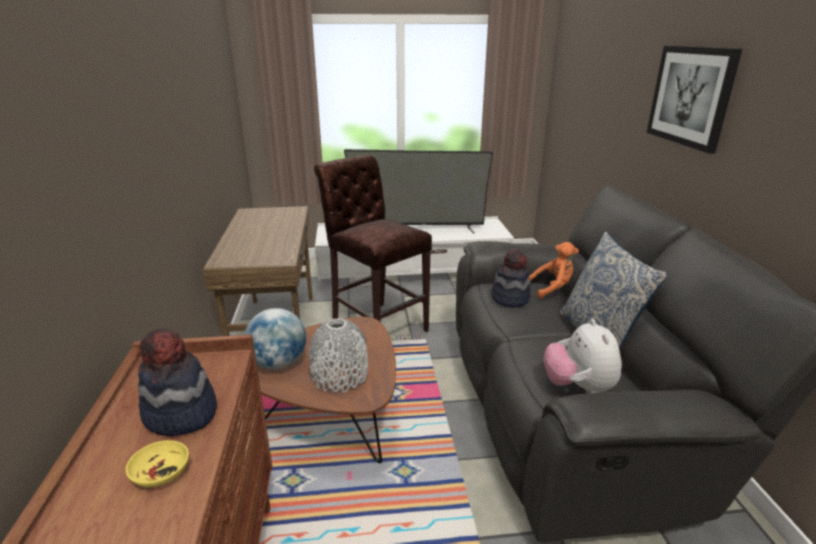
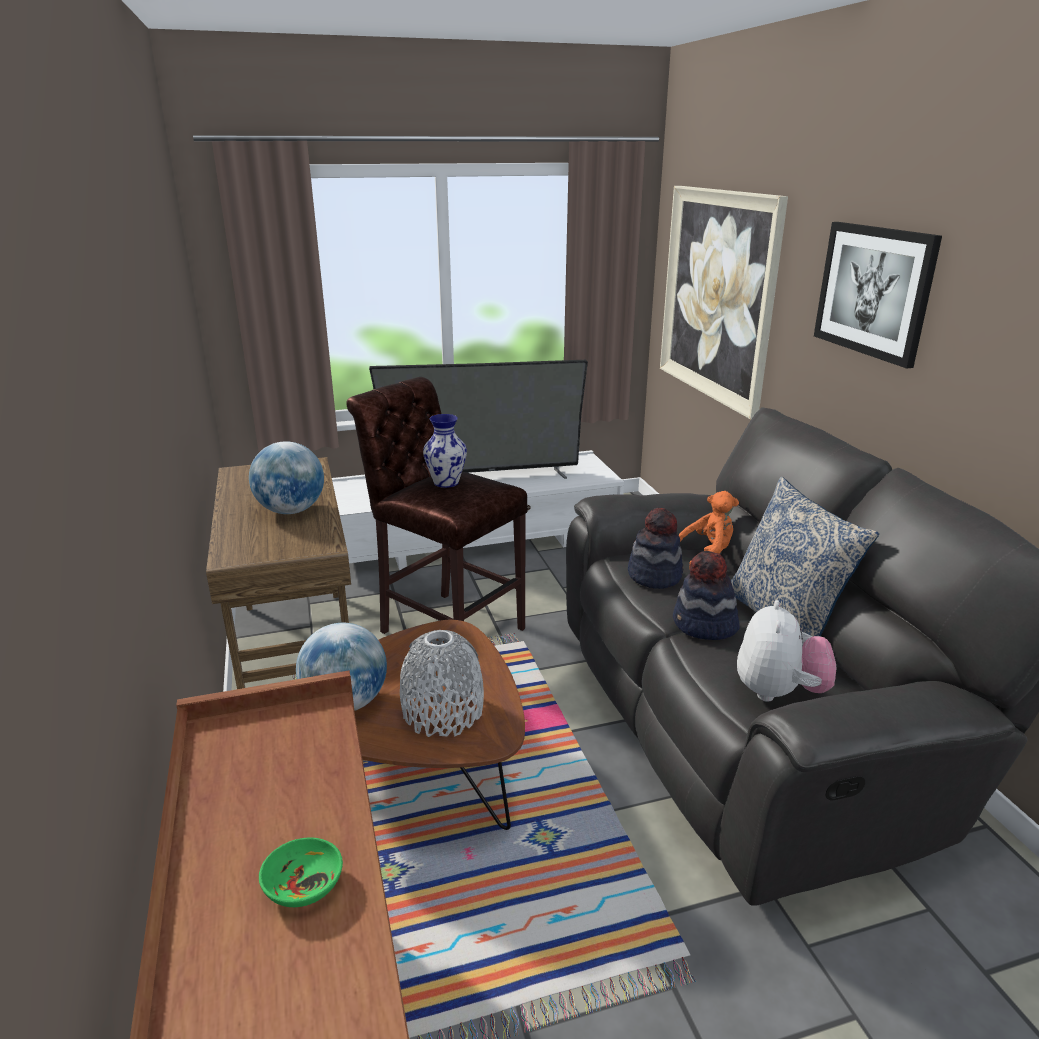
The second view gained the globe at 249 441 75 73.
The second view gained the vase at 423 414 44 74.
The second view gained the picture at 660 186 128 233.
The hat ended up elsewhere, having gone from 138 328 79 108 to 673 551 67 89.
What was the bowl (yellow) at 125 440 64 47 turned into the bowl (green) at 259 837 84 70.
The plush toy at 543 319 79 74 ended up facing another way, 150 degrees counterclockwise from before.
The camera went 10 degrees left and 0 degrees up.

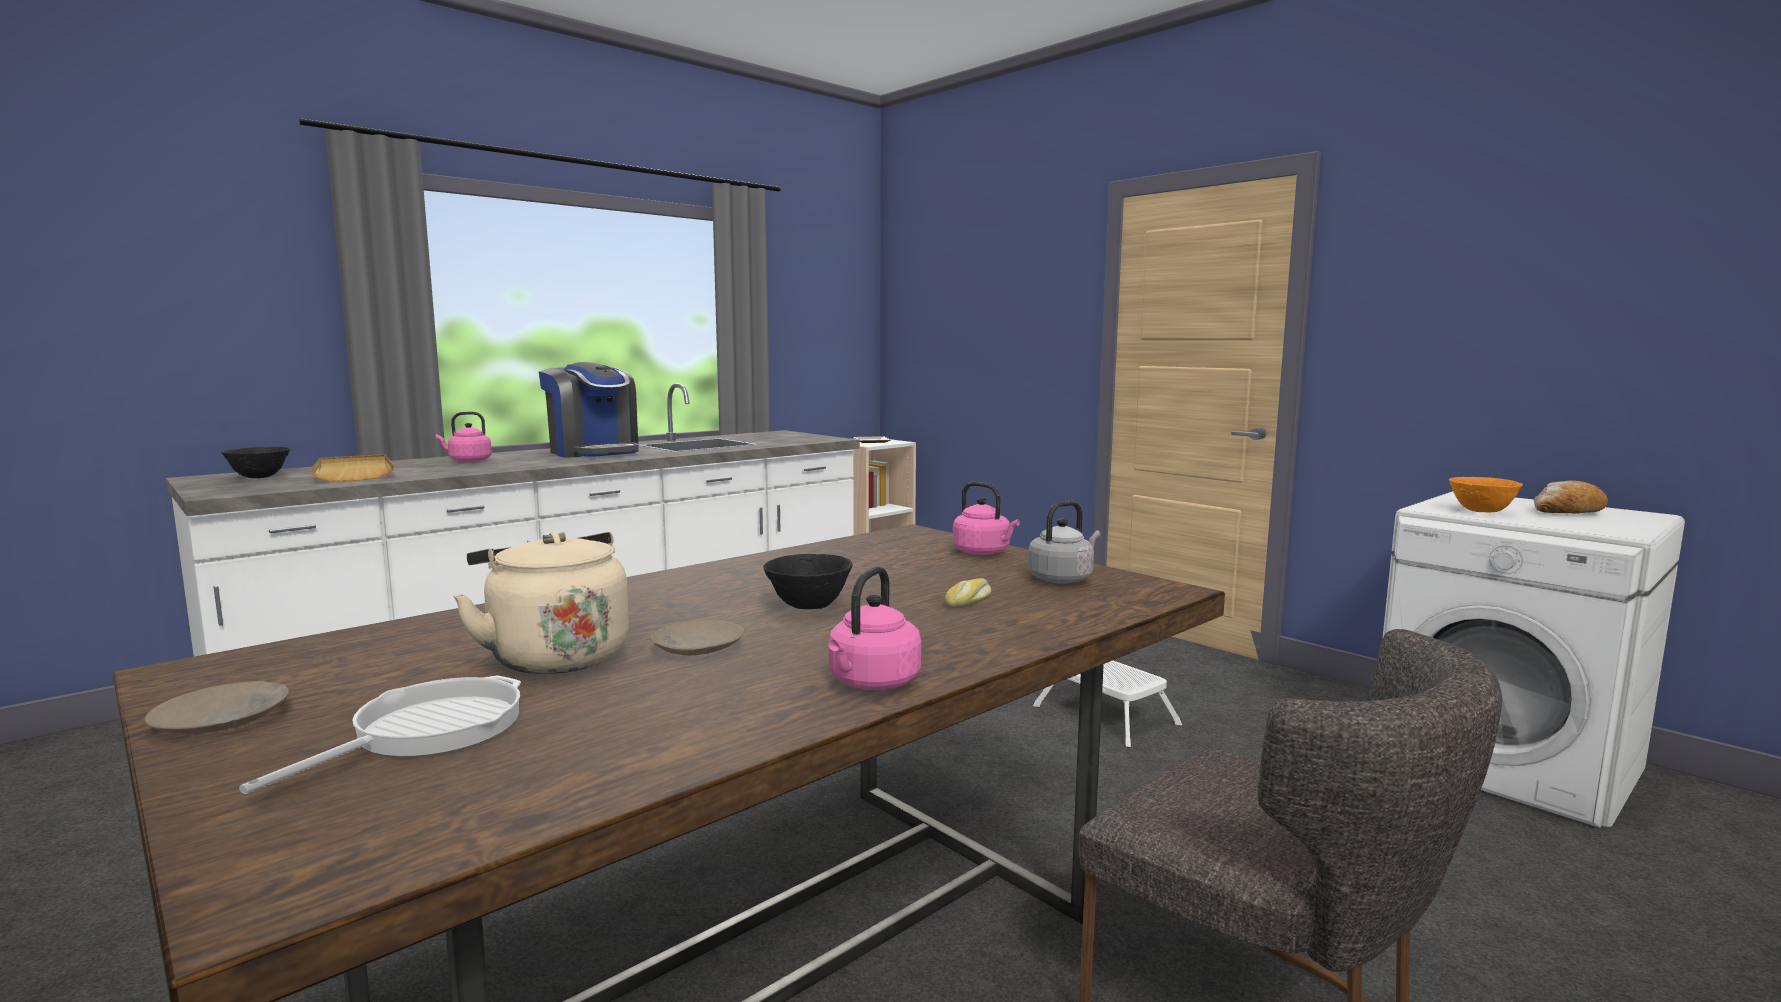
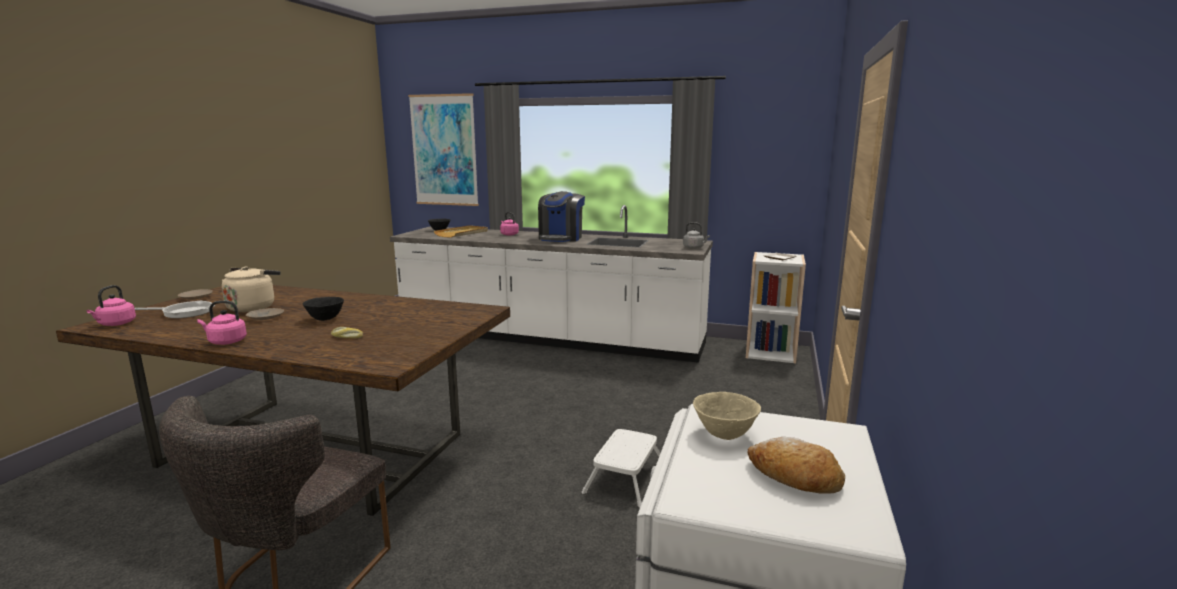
The second view gained the picture at 408 93 71 113.
The kettle (pink) ended up elsewhere, having gone from 953 482 67 73 to 87 285 49 41.
The kettle (grey) ended up elsewhere, having gone from 1028 501 73 83 to 683 222 27 27.
What was the bowl (orange) at 1449 477 73 35 turned into the bowl (beige) at 693 392 68 48.
The camera went 60 degrees right and 5 degrees up.

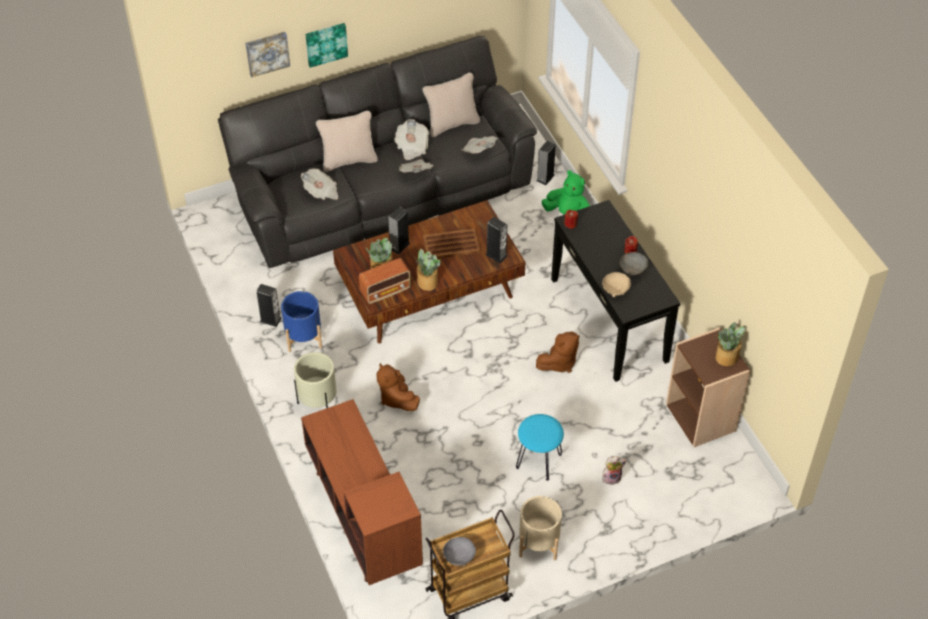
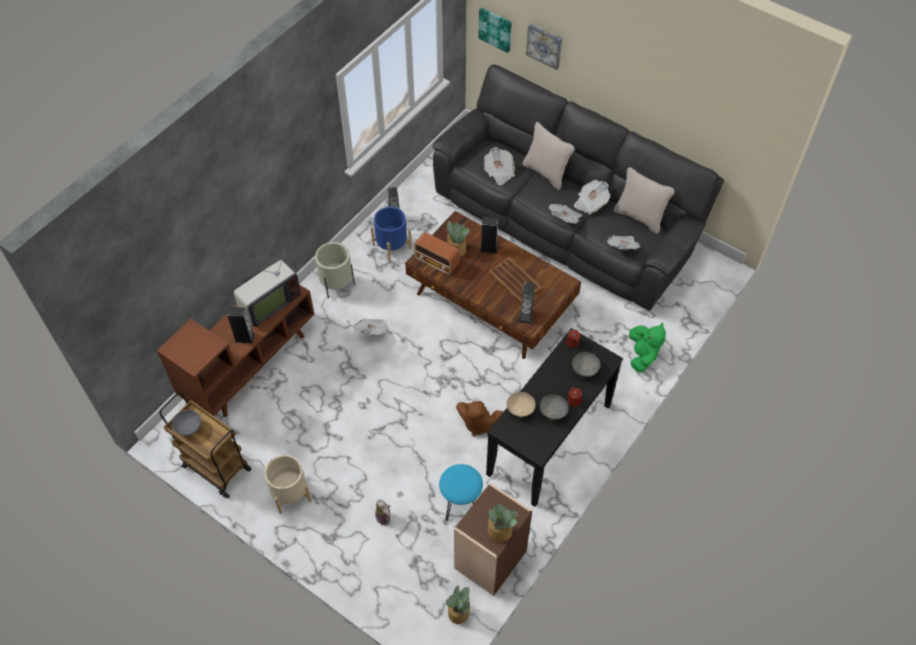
The second view gained the television at 233 246 68 81.
The second view gained the bowl (grey) at 572 352 28 25.
The picture ended up elsewhere, having gone from 305 23 43 45 to 478 8 34 45.
The potted plant ended up elsewhere, having gone from 414 249 27 42 to 446 585 24 39.
The stool (turquoise) ended up elsewhere, having gone from 516 414 48 67 to 439 464 44 57.
The speaker ended up elsewhere, having gone from 536 141 20 44 to 227 307 28 36.
Where the plush toy (brown) stood at 376 363 44 48, the newspaper came to stand at 353 318 34 17.
The camera went 60 degrees right and 5 degrees up.

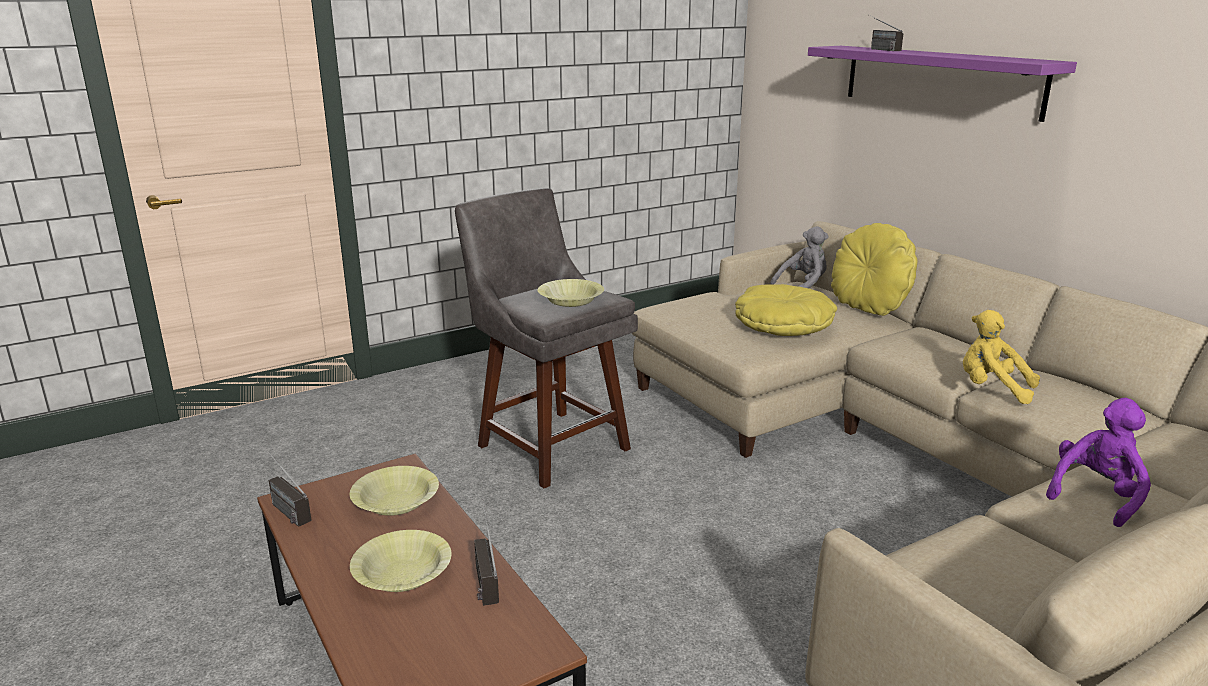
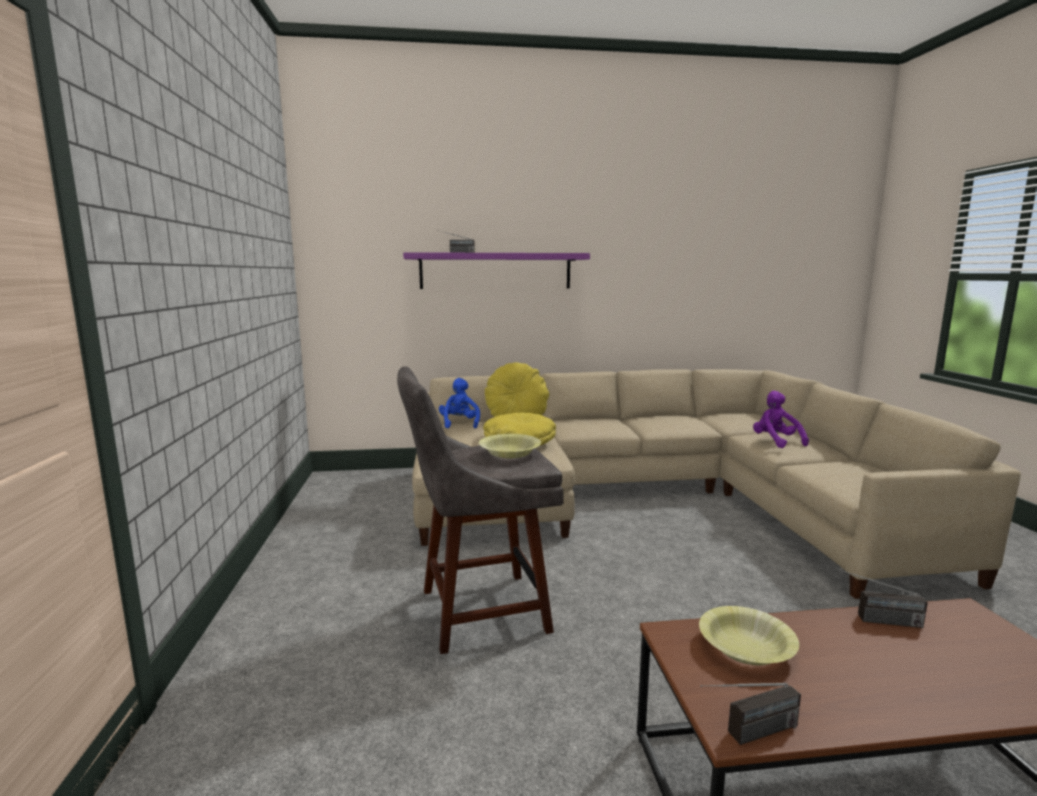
The second view lost the bowl (yellow) at 350 530 102 62.
The second view lost the plush toy (yellow) at 963 310 77 94.
What was the plush toy (grey) at 770 226 59 62 turned into the plush toy (blue) at 439 378 41 50.
The camera went 65 degrees left and 10 degrees down.

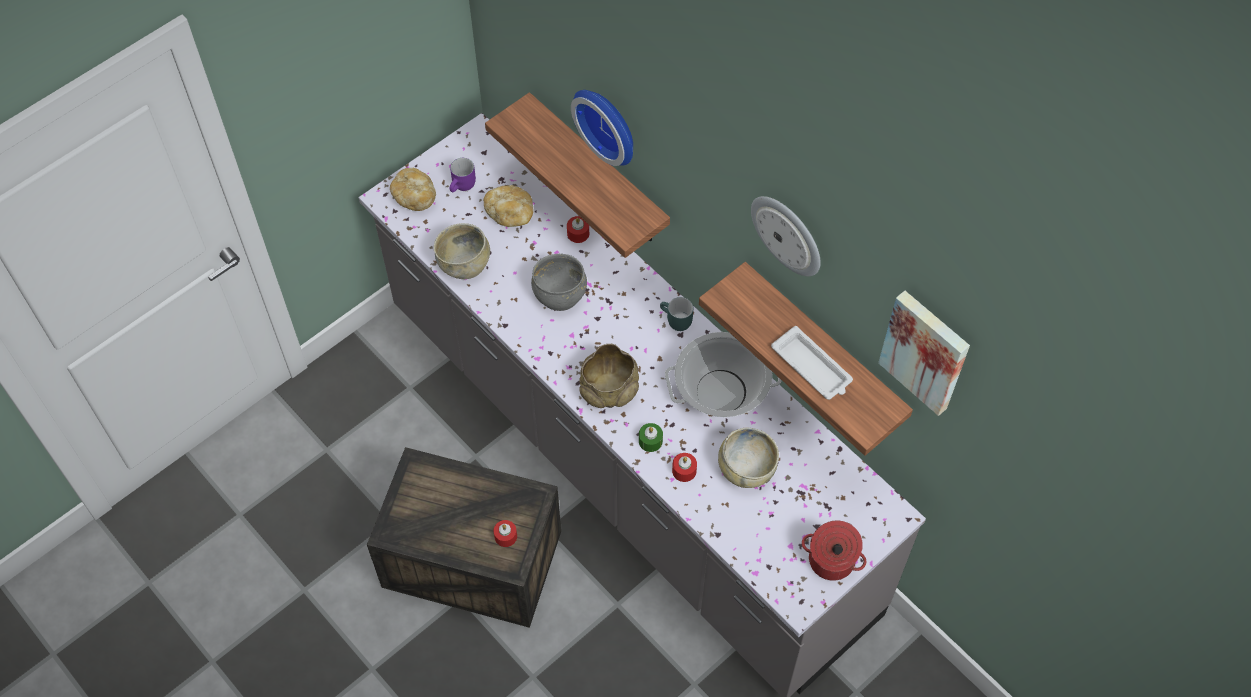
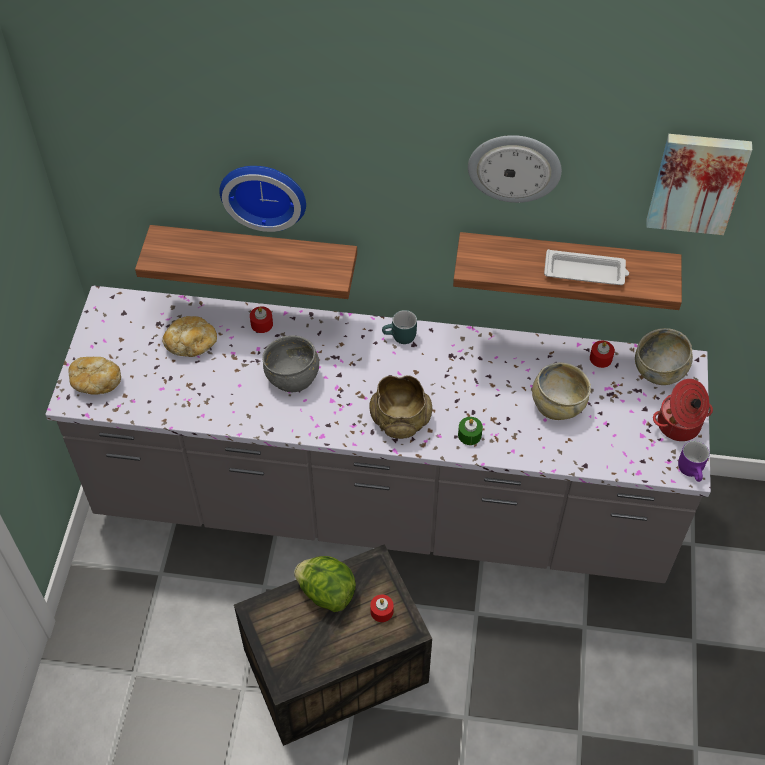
The second view lost the cooking pot at 665 332 117 85.
The second view gained the lettuce at 294 556 62 56.
The bowl (beige) ended up elsewhere, having gone from 434 223 56 56 to 635 328 58 57.
The mug (purple) ended up elsewhere, having gone from 450 158 26 34 to 678 441 31 41.
The candle (red) ended up elsewhere, having gone from 672 453 25 29 to 590 341 25 27.
The camera went 40 degrees left and 5 degrees down.

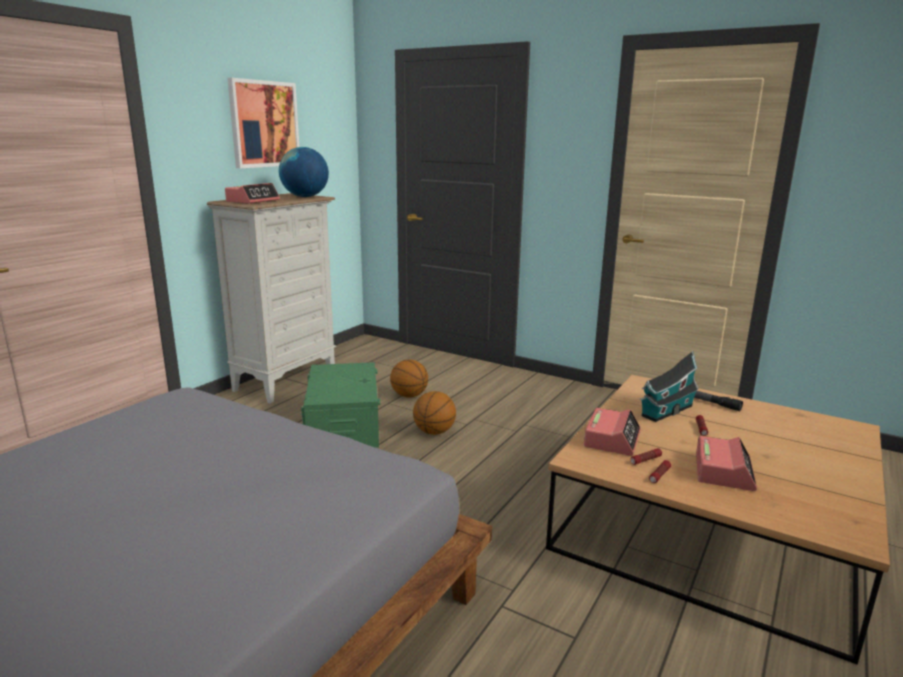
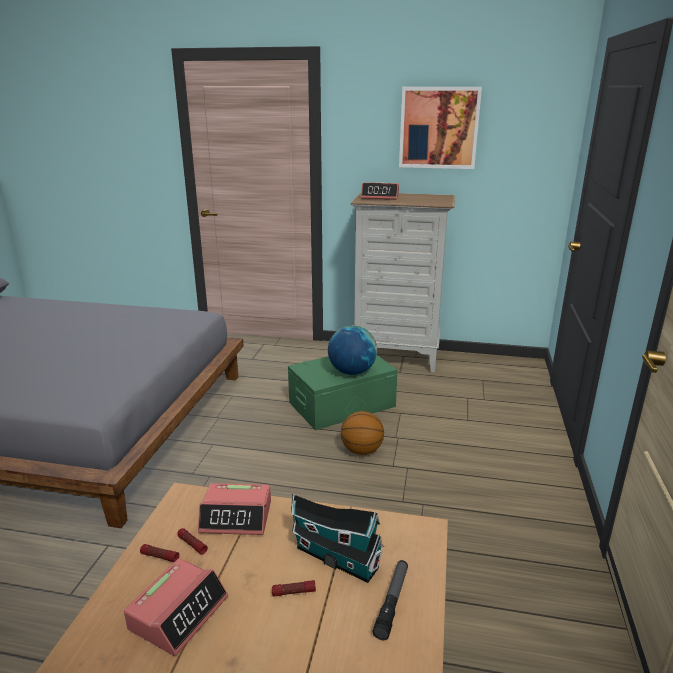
The second view lost the basketball at 390 360 38 37.
The globe ended up elsewhere, having gone from 279 147 50 50 to 328 325 49 50.
The alarm clock at 696 436 61 55 ended up facing another way, 60 degrees counterclockwise from before.
The camera went 70 degrees right and 5 degrees up.

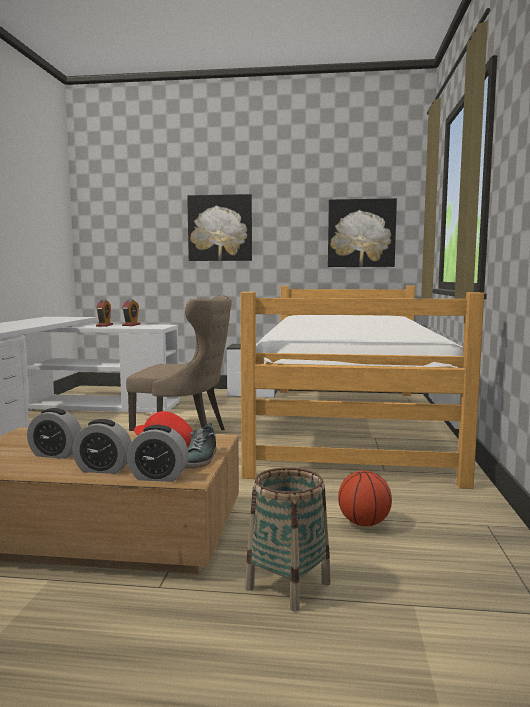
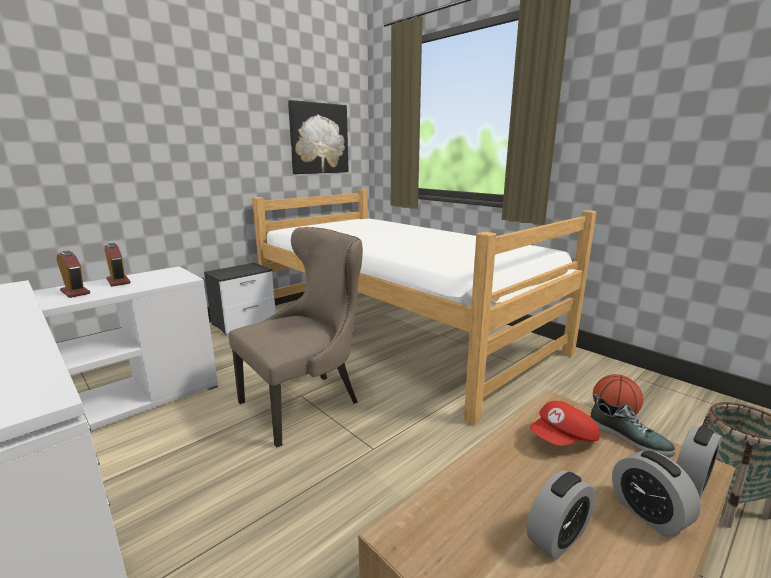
The second view lost the picture at 187 194 65 67.
The alarm clock at 72 419 60 55 ended up facing another way, 105 degrees clockwise from before.
The camera went 50 degrees left and 10 degrees up.

